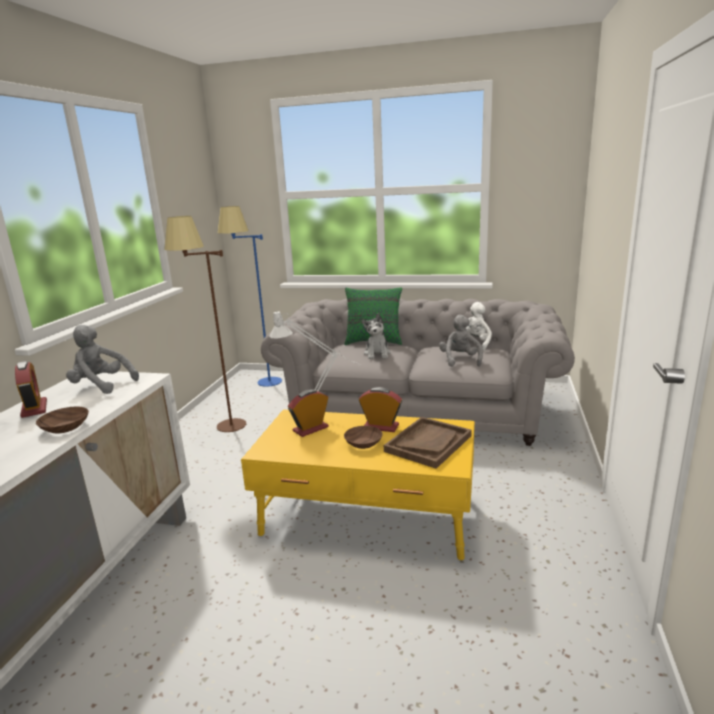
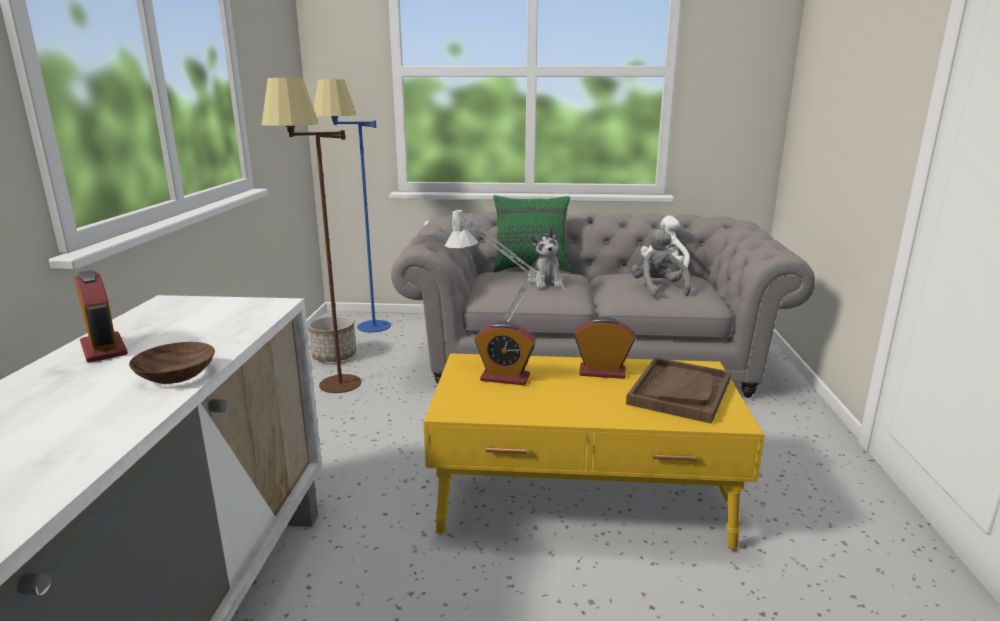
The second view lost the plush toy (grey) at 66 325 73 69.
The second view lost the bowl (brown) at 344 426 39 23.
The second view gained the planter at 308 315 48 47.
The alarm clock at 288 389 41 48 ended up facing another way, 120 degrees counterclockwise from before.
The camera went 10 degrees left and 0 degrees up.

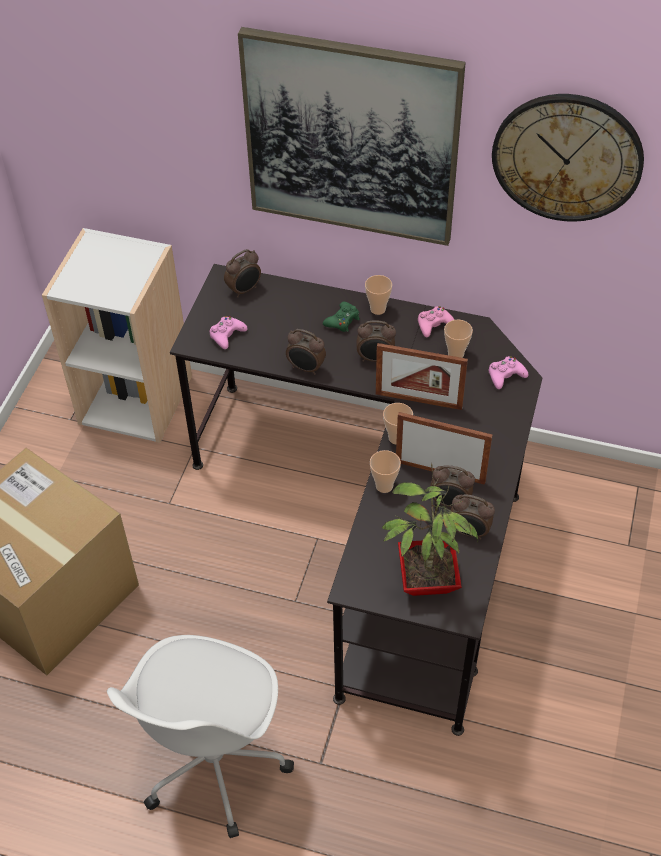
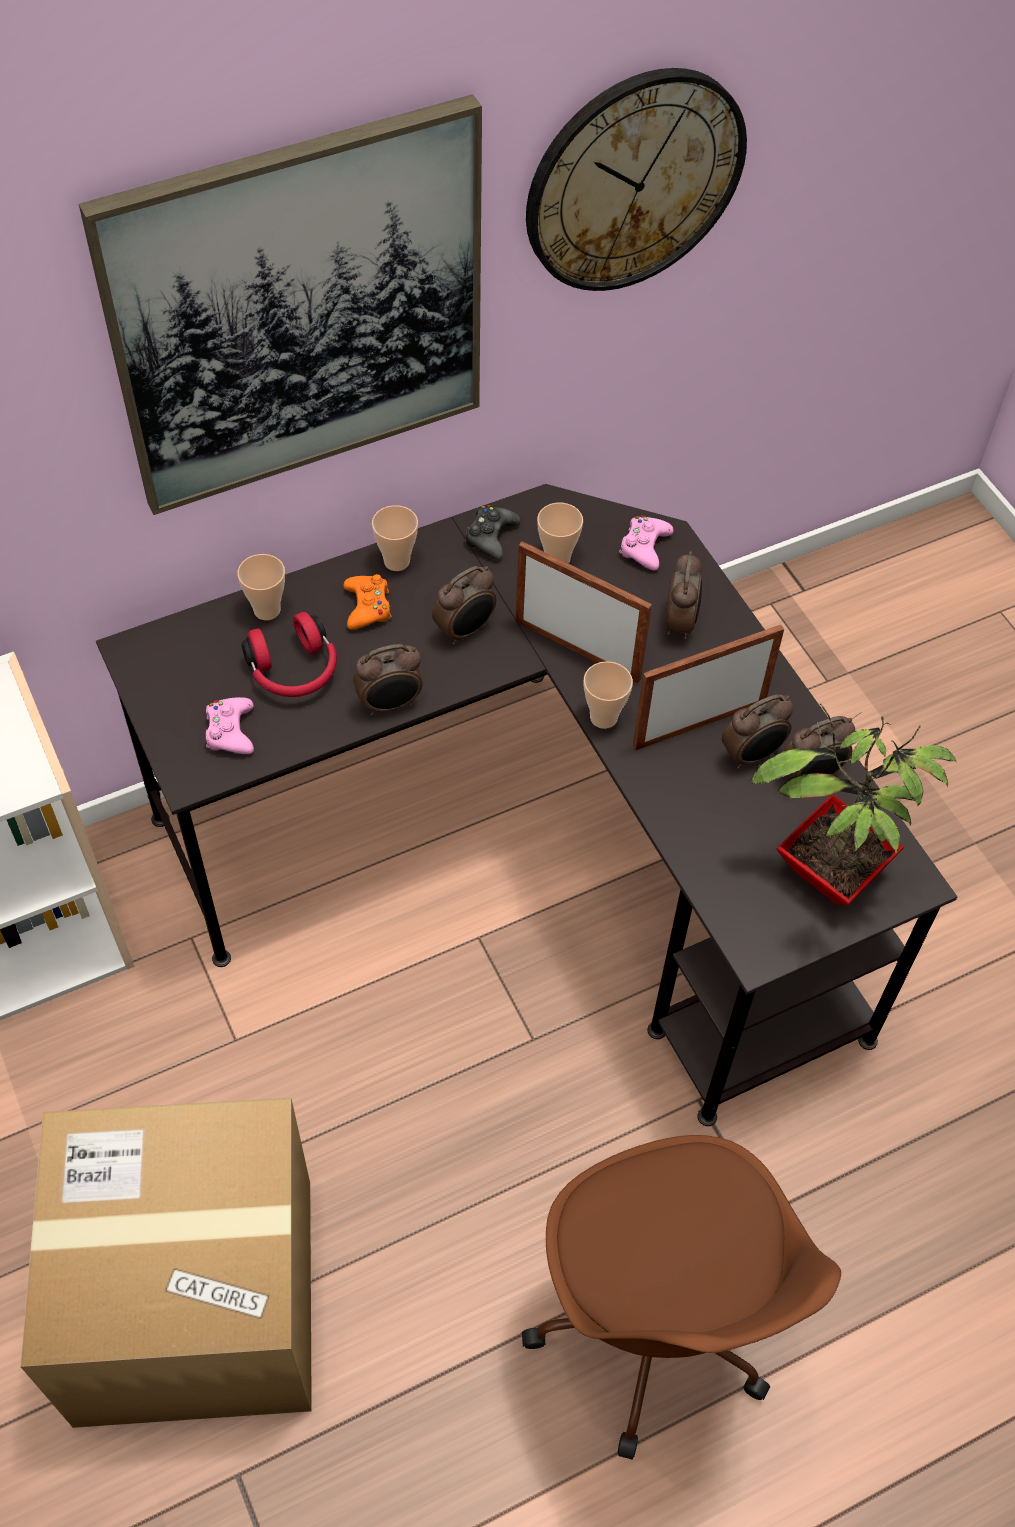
The second view gained the headphones (red) at 242 612 95 85.
The alarm clock ended up elsewhere, having gone from 224 249 37 49 to 665 551 37 89.
The cup ended up elsewhere, having gone from 370 450 31 43 to 237 554 48 66.
What was the office chair (white) at 107 635 187 203 turned into the office chair (brown) at 522 1135 319 325.
What was the game controller (green) at 323 302 37 30 turned into the game controller (orange) at 344 574 48 56.
What was the game controller (pink) at 418 306 37 31 turned into the game controller (black) at 464 505 56 55.
The picture frame at 376 343 92 67 ended up facing another way, 120 degrees counterclockwise from before.
The camera went 45 degrees left and 5 degrees up.

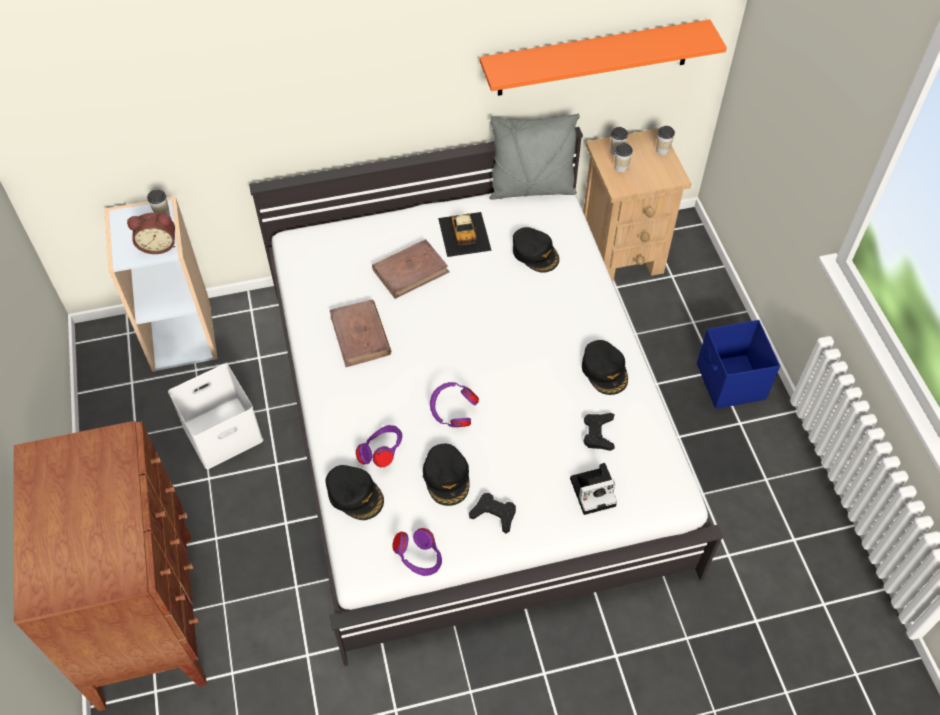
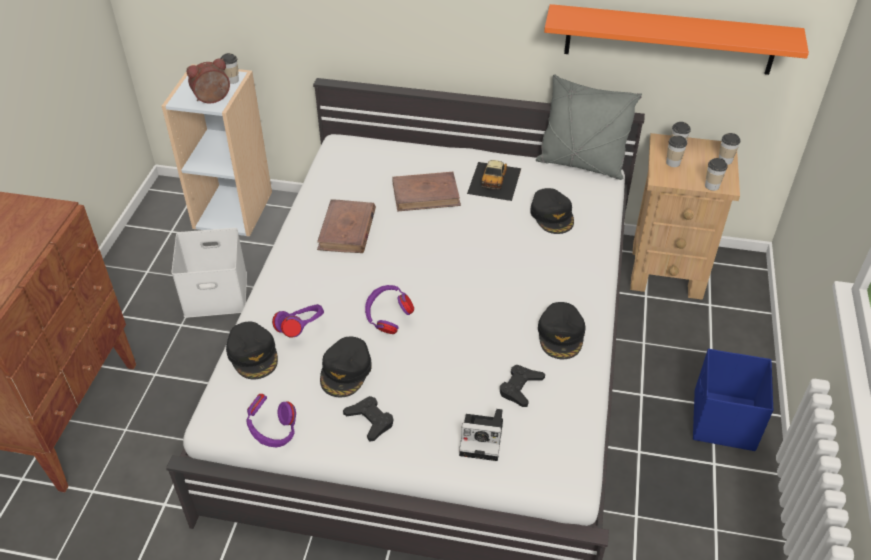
The second view gained the cup at 705 158 22 33.
The alarm clock at 127 213 48 41 ended up facing another way, 135 degrees clockwise from before.
The camera went 25 degrees right and 10 degrees down.

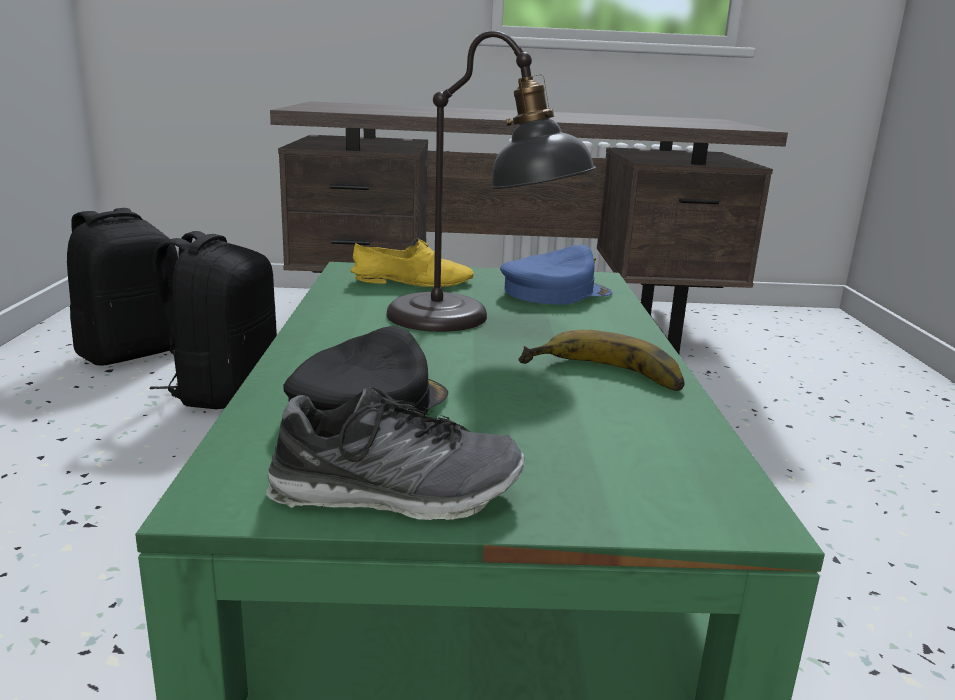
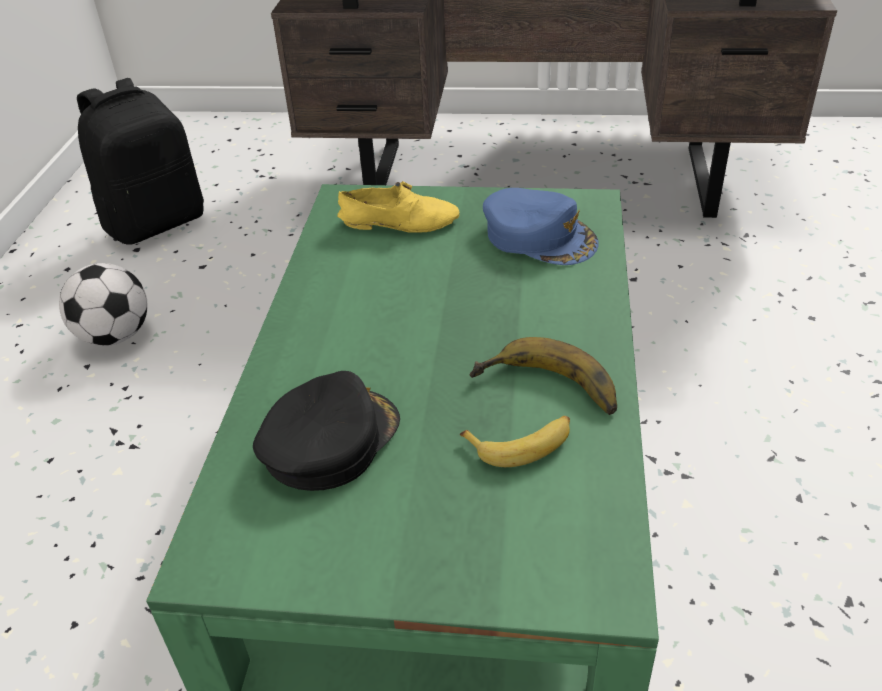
The second view lost the backpack (black) at 150 231 127 178.
The second view lost the shoe at 266 387 258 133.
The second view lost the table lamp (grey) at 386 31 210 301.
The second view gained the football at 59 263 89 83.
The second view gained the banana at 460 416 110 51.
The cap (blue) at 500 245 113 59 ended up facing another way, 60 degrees clockwise from before.
The camera went 10 degrees right and 20 degrees up.

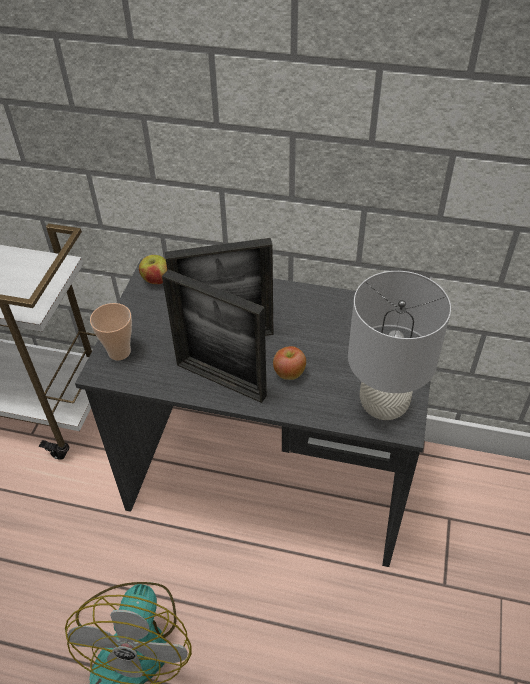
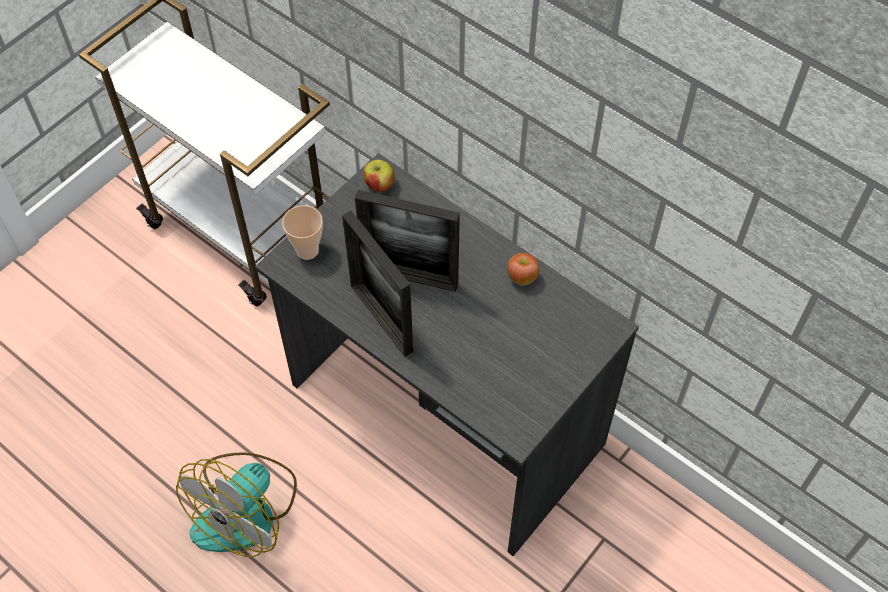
The second view lost the table lamp (grey) at 348 271 103 149.
The apple ended up elsewhere, having gone from 273 346 33 34 to 507 253 32 33.
The camera went 25 degrees right and 10 degrees up.

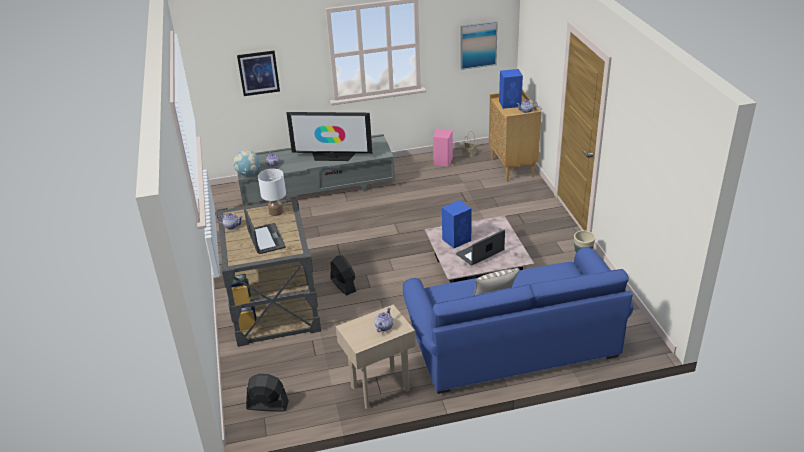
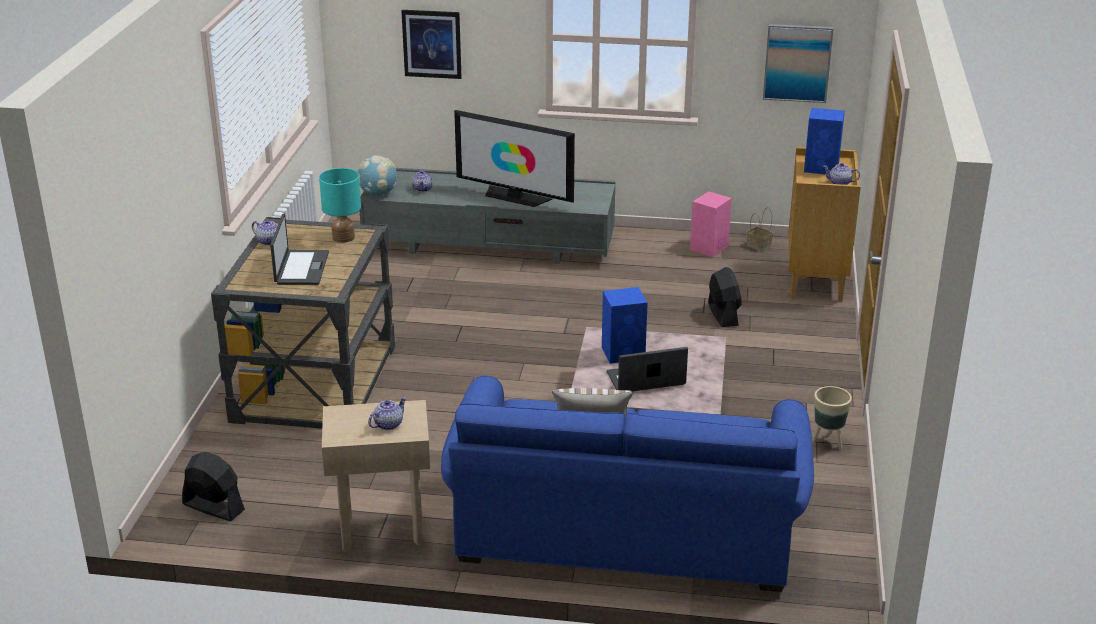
The fan (black) ended up elsewhere, having gone from 330 255 26 41 to 708 267 34 60.
What was the table lamp (white) at 258 169 28 47 turned into the table lamp (turquoise) at 319 168 42 74.
The camera went 20 degrees right and 5 degrees down.

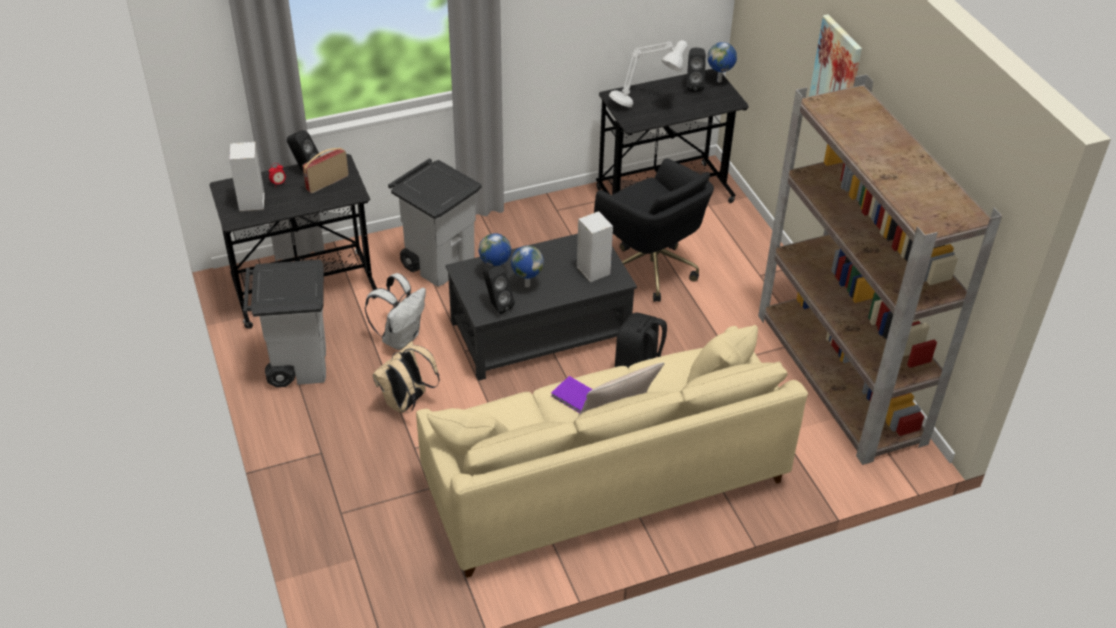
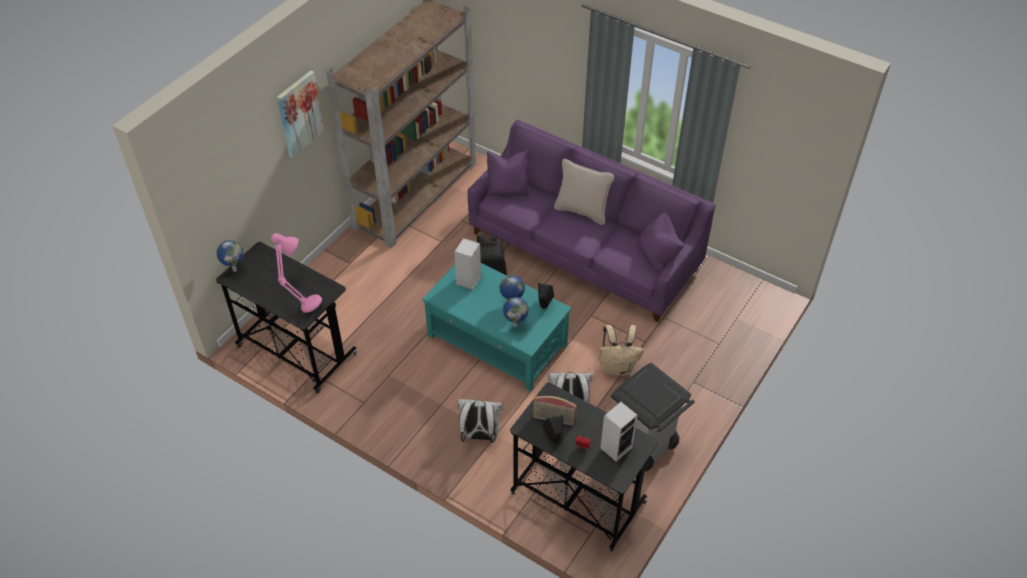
The second view lost the book (purple) at 551 376 42 37.
The second view lost the office chair (black) at 594 158 120 144.
The second view lost the speaker (black) at 686 48 20 44.
Where the trash can (grey) stood at 388 158 94 129, the backpack (white) came to stand at 457 399 46 44.
What was the sofa (beige) at 416 325 392 253 turned into the sofa (purple) at 468 120 248 202.
What was the coffee table (black) at 445 234 192 147 turned into the coffee table (turquoise) at 422 263 150 128.
What was the table lamp (grey) at 609 40 79 67 turned into the table lamp (pink) at 271 233 51 80.
The camera went 125 degrees left and 5 degrees up.

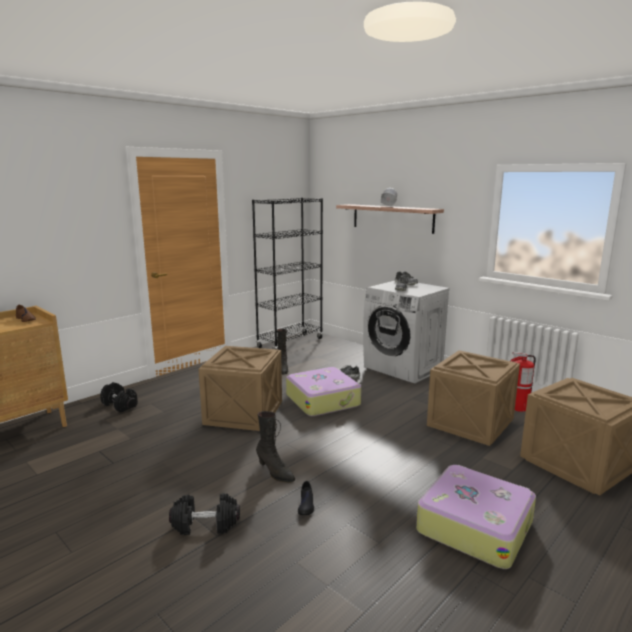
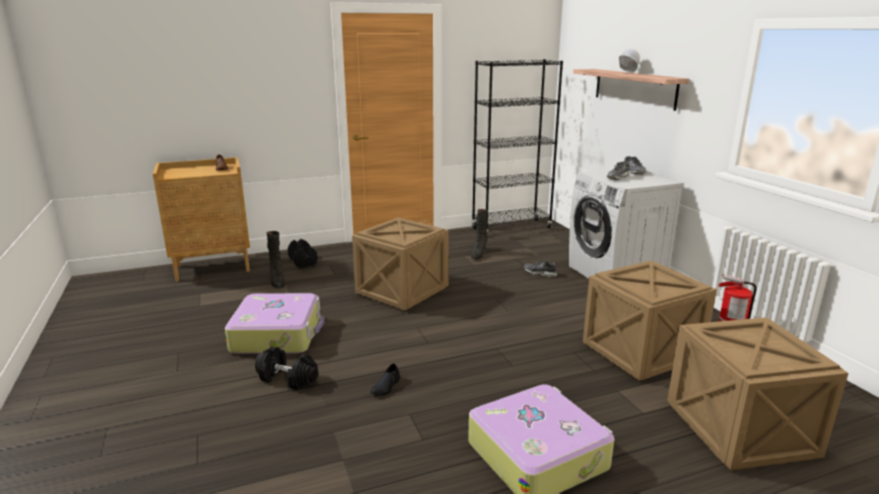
The boot (black) ended up elsewhere, having gone from 256 411 39 72 to 267 231 19 58.
The suitcase ended up elsewhere, having gone from 286 367 75 49 to 225 293 99 61.
The camera went 25 degrees right and 5 degrees up.

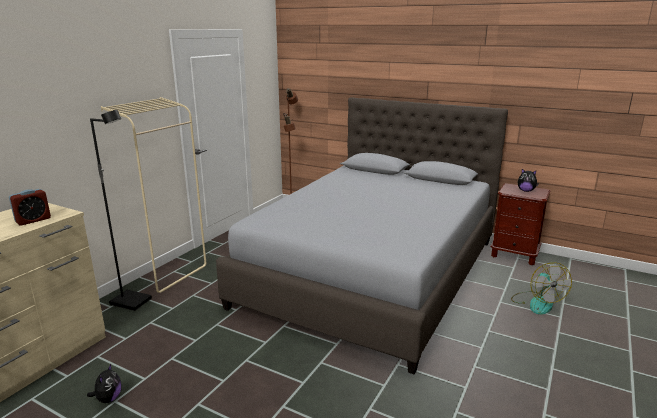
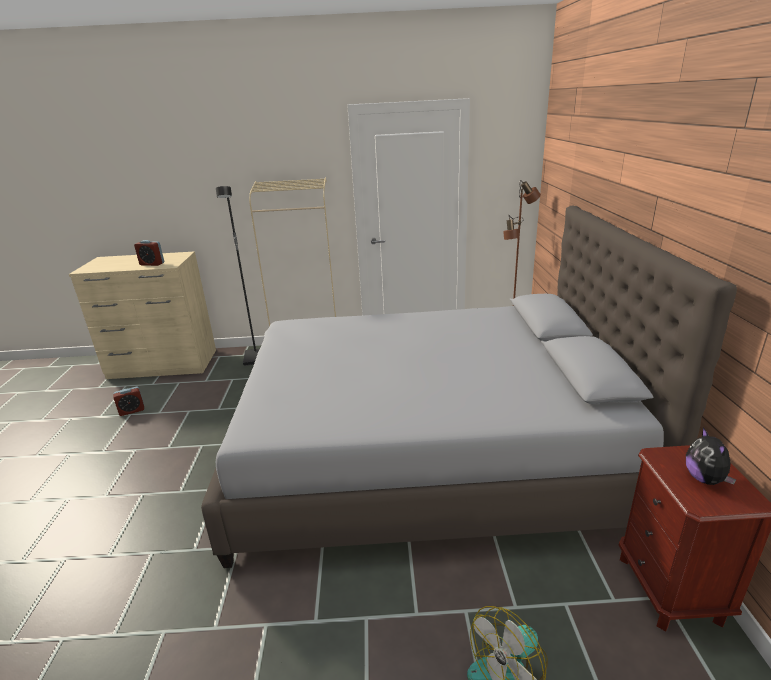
Where the plush toy stood at 87 364 34 39, the alarm clock came to stand at 113 387 31 29.
The camera went 60 degrees right and 5 degrees up.

